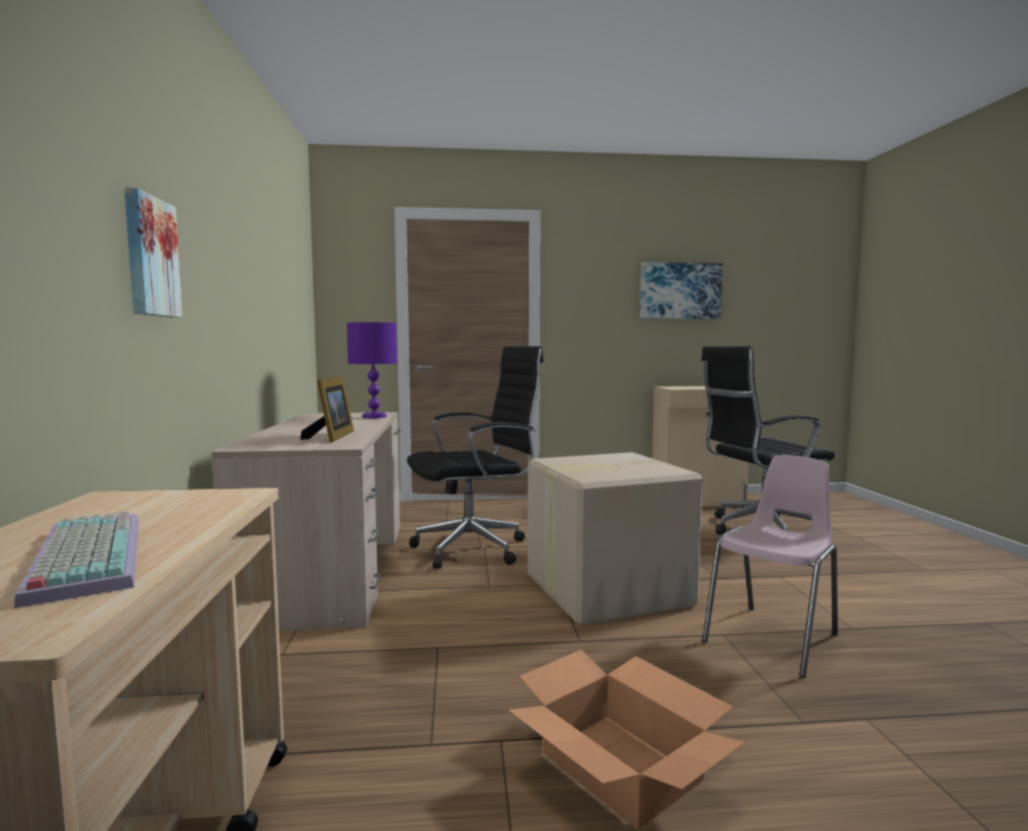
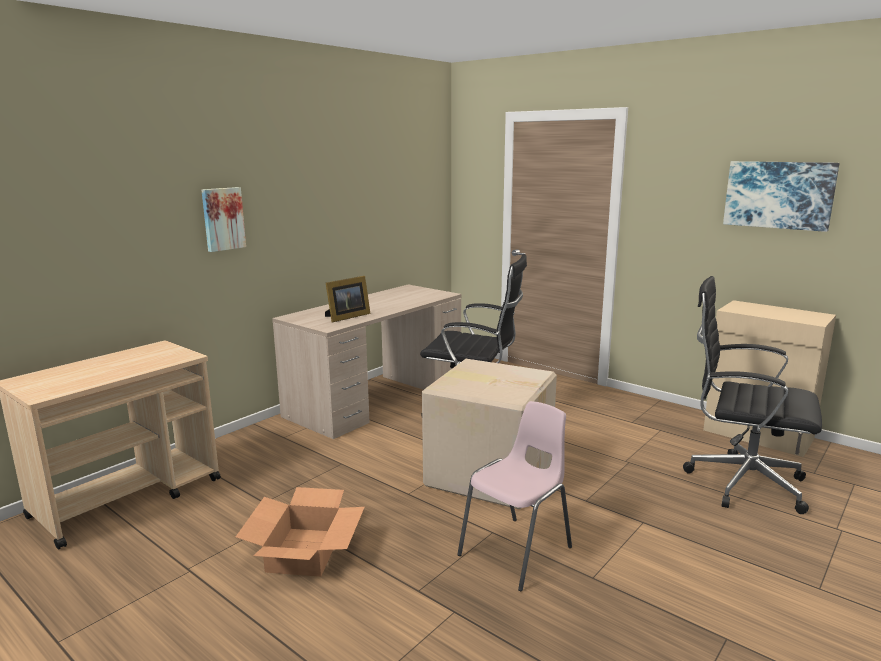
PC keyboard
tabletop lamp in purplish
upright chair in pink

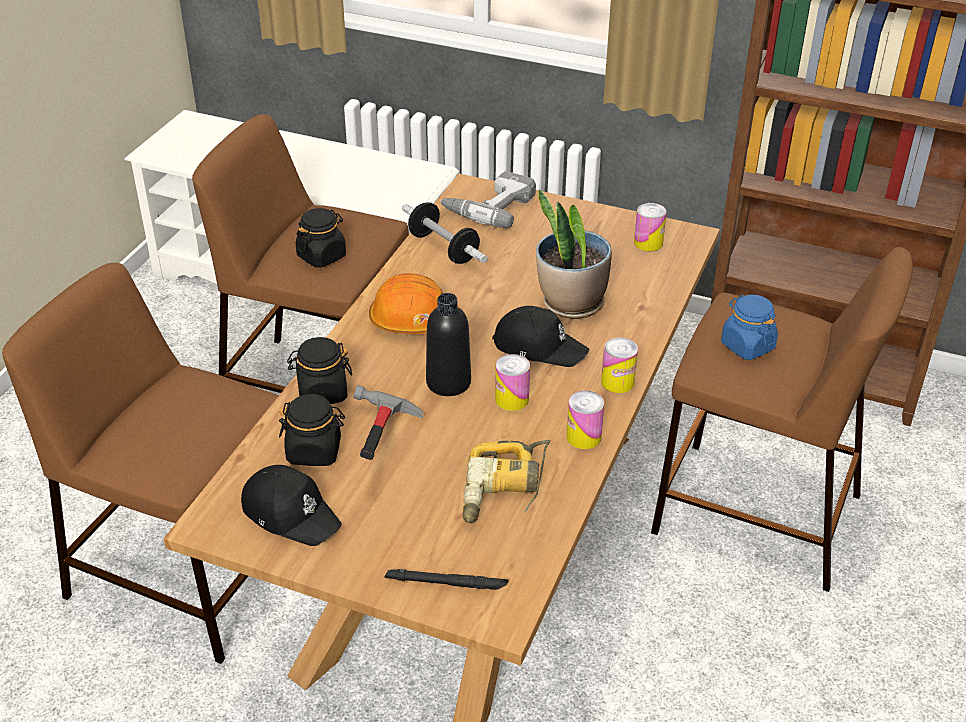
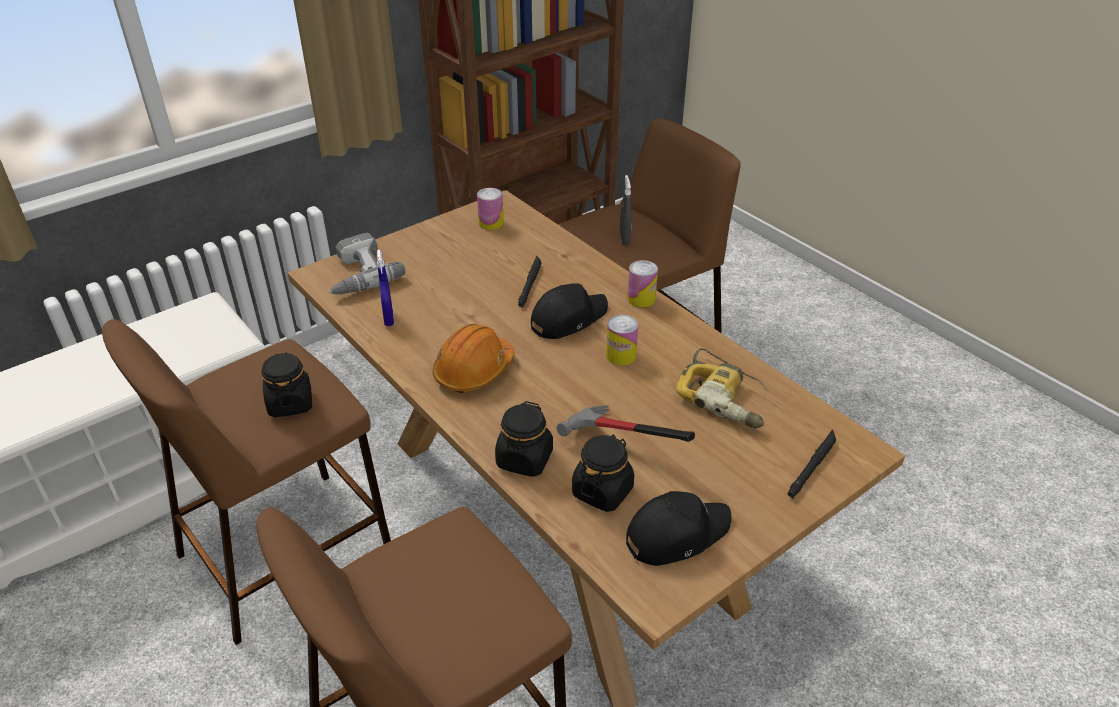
drink bottle in blackish
sealed can (2nd from left in the first image)
sprayer in blue-coloured
hand torch in blackish (1st from left)
sprayer in gray

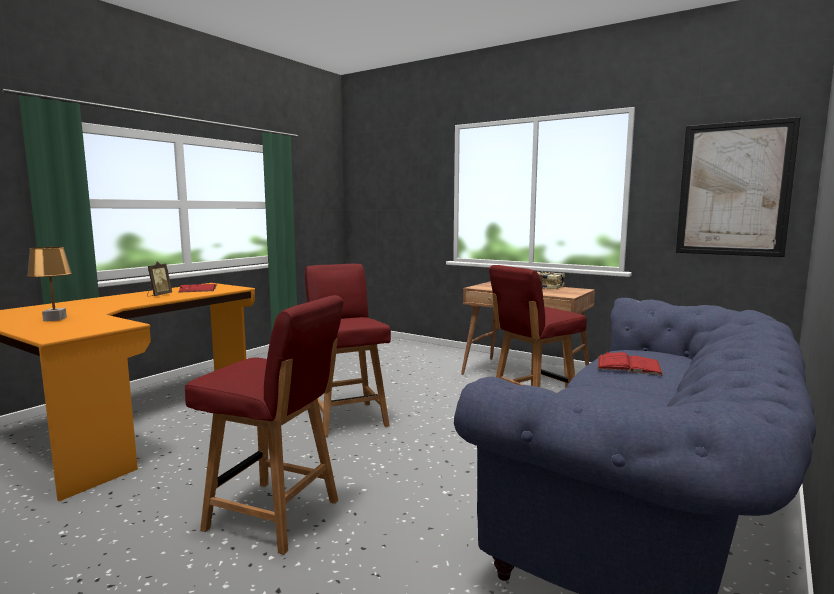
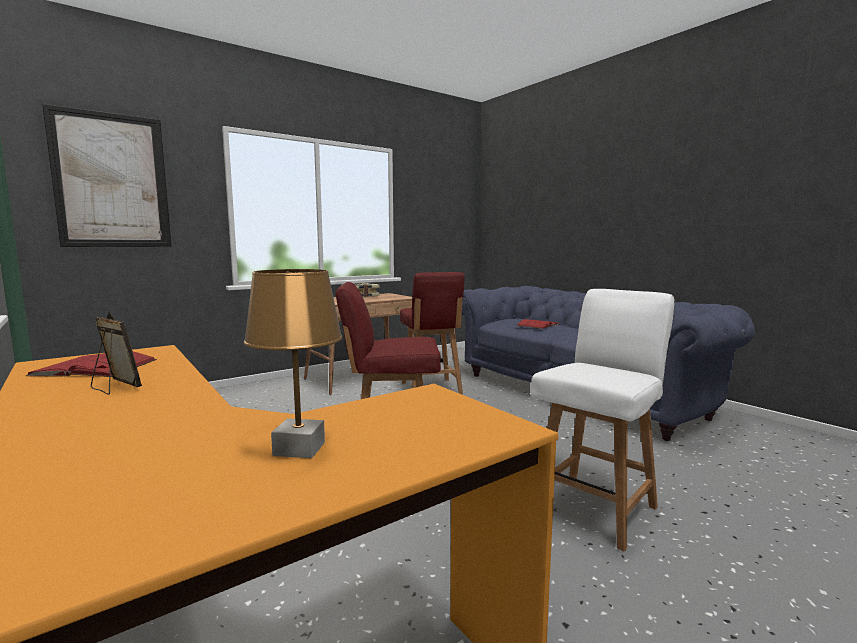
picture
upright chair in white

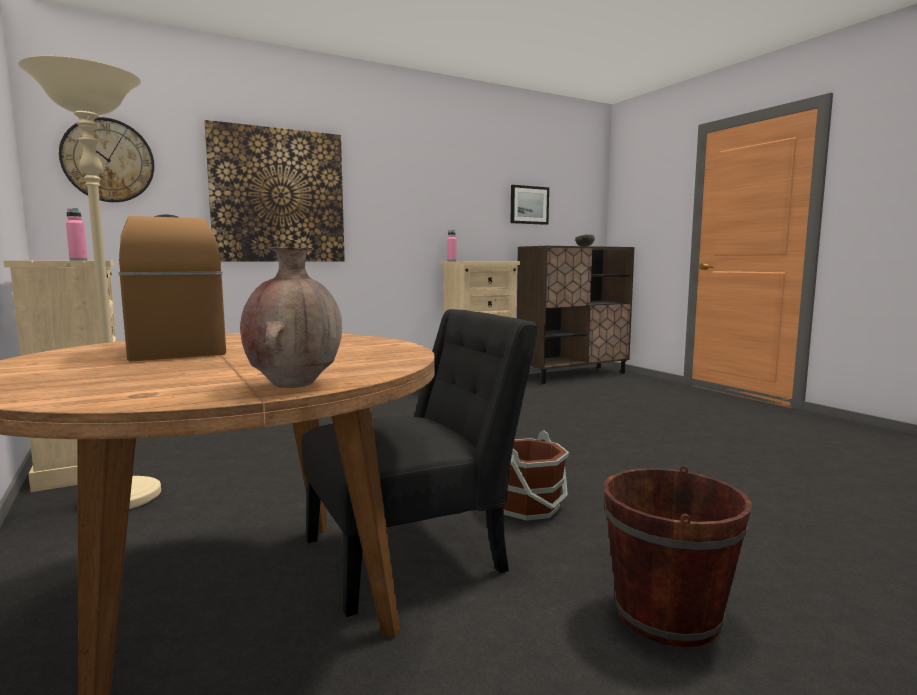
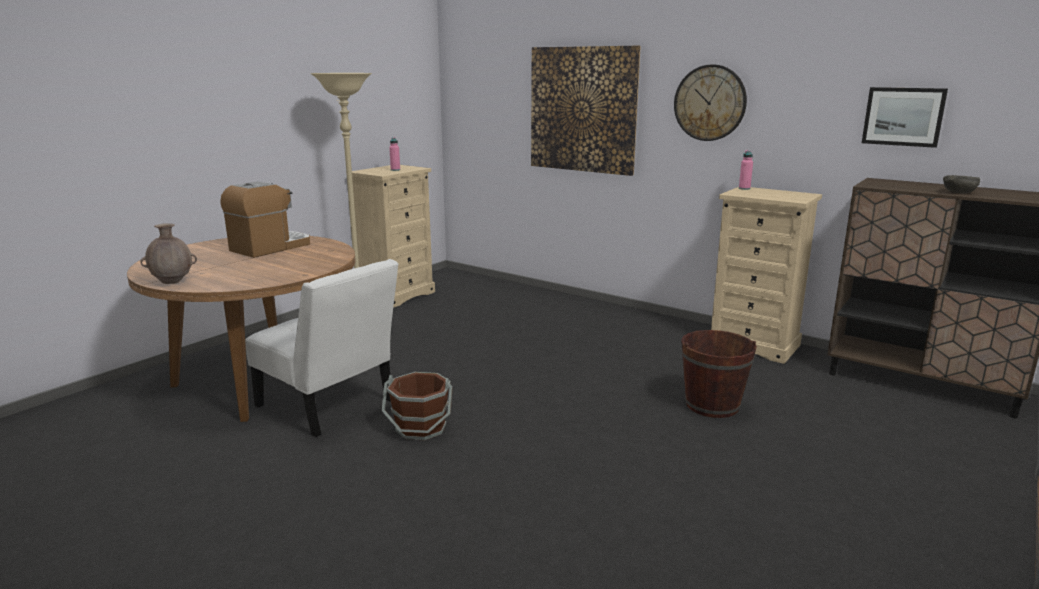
hanging clock
water bucket in brownish (2nd from left)
upright chair in white

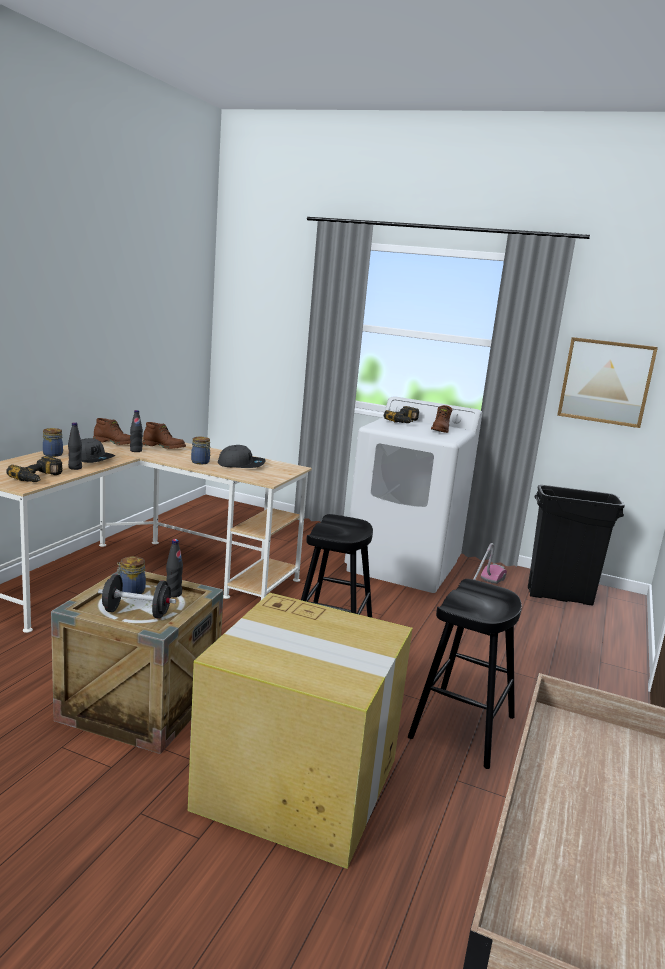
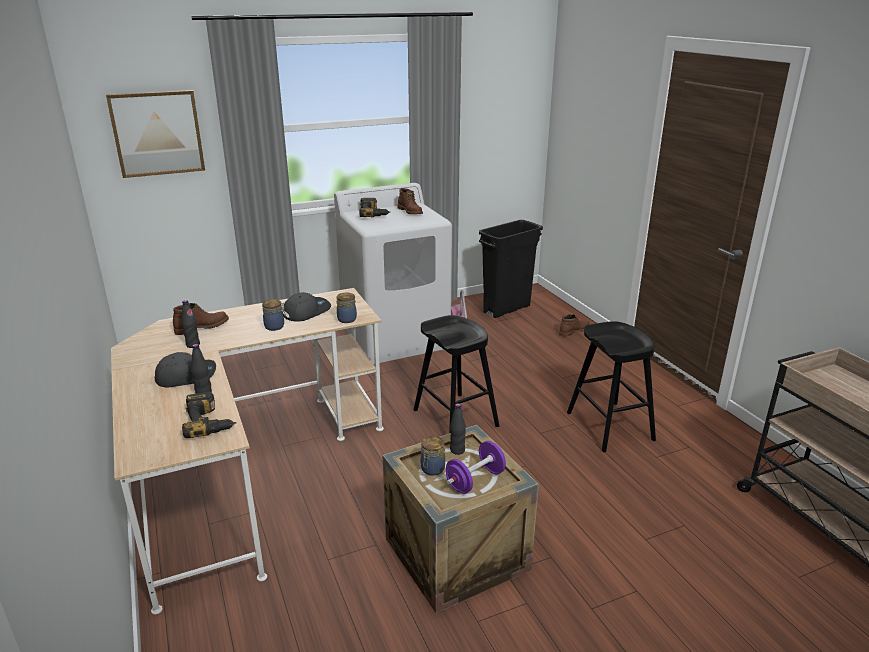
carton
jar (2nd from left)
high-top boot in brownish (3rd from left)
picture
free weight in purplish

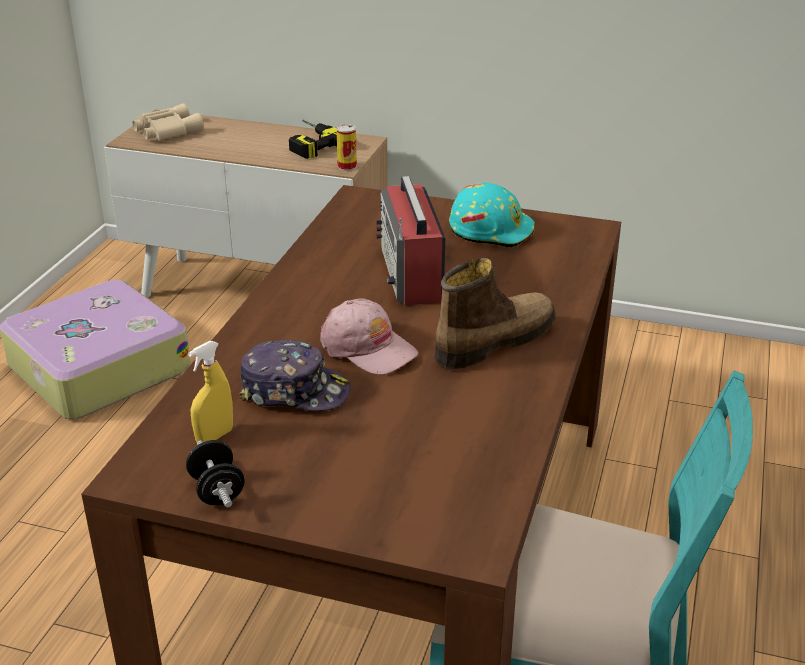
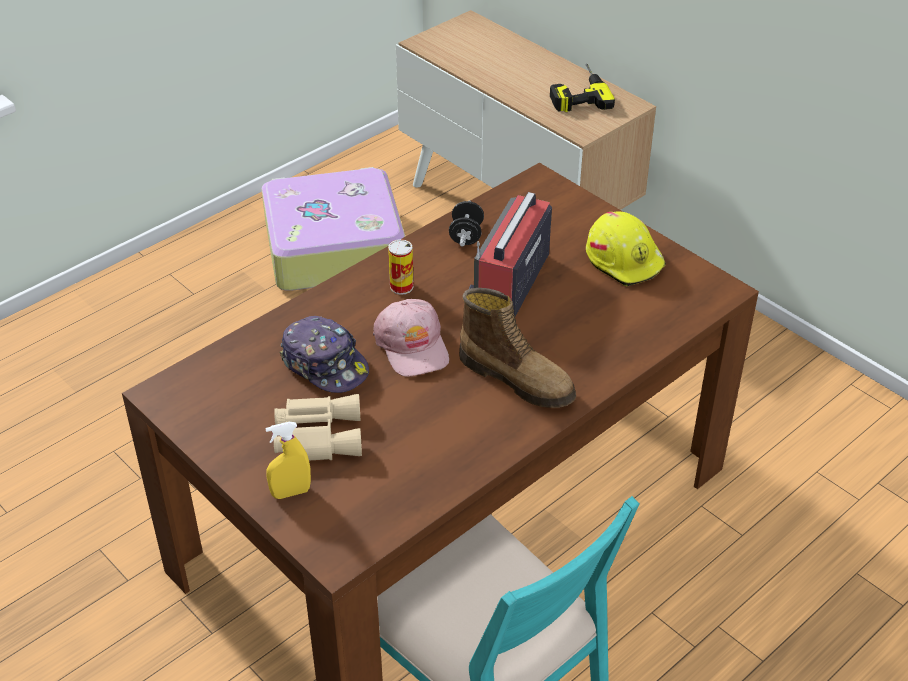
binoculars in sand-coloured
free weight in blackish
sprayer in yellowish
sealed can
hard hat in yellowish
high-top boot

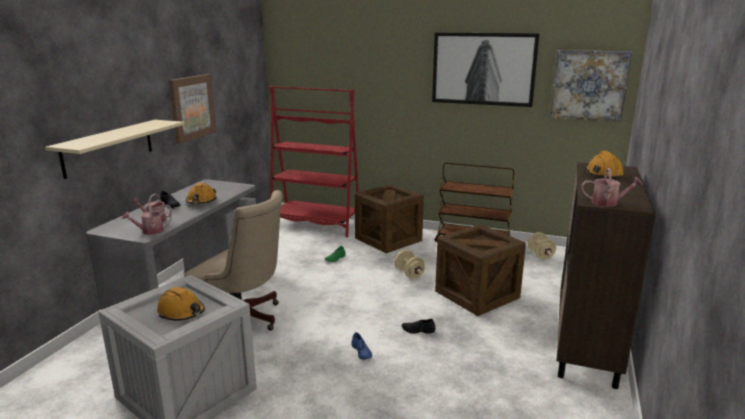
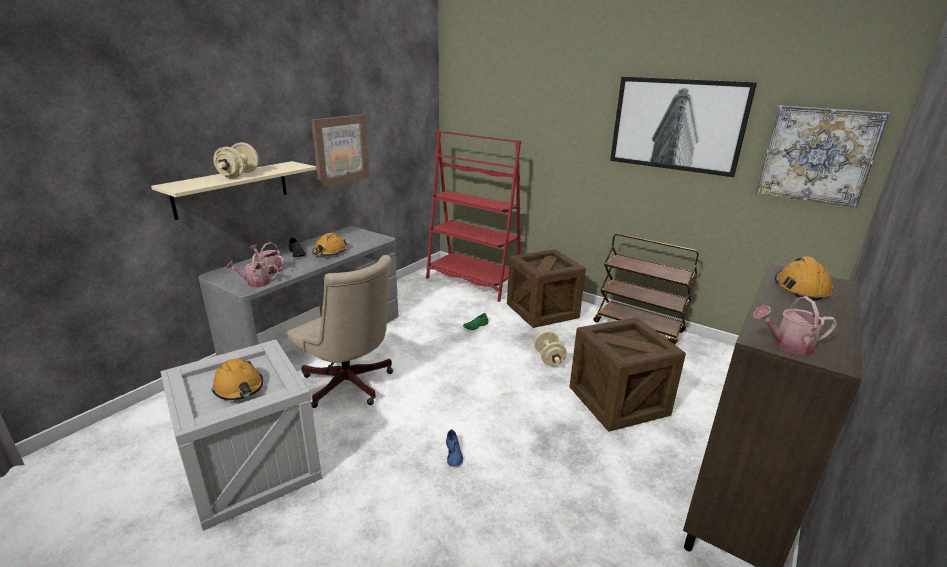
low shoe in blackish (2nd from left in the first image)
free weight in sand-coloured (1st from left)
watering pot (3rd from left)

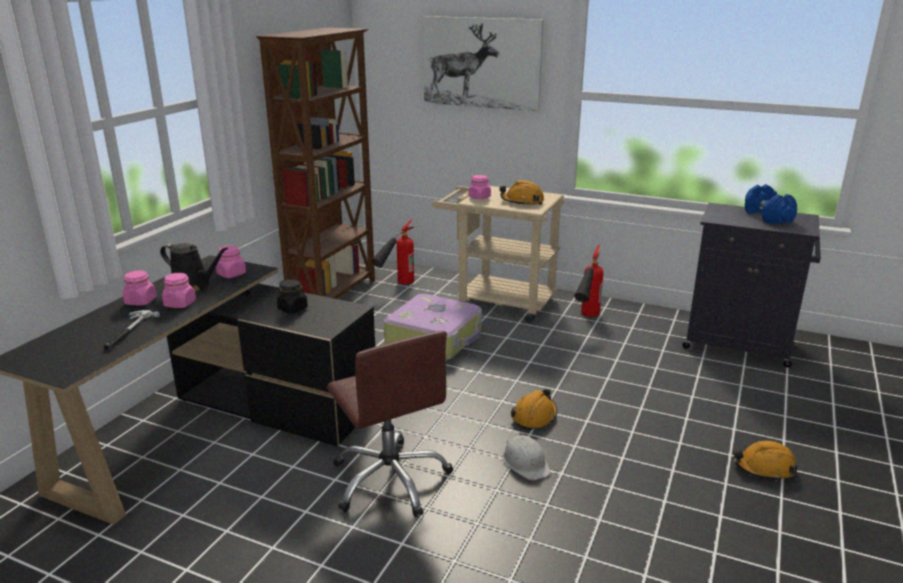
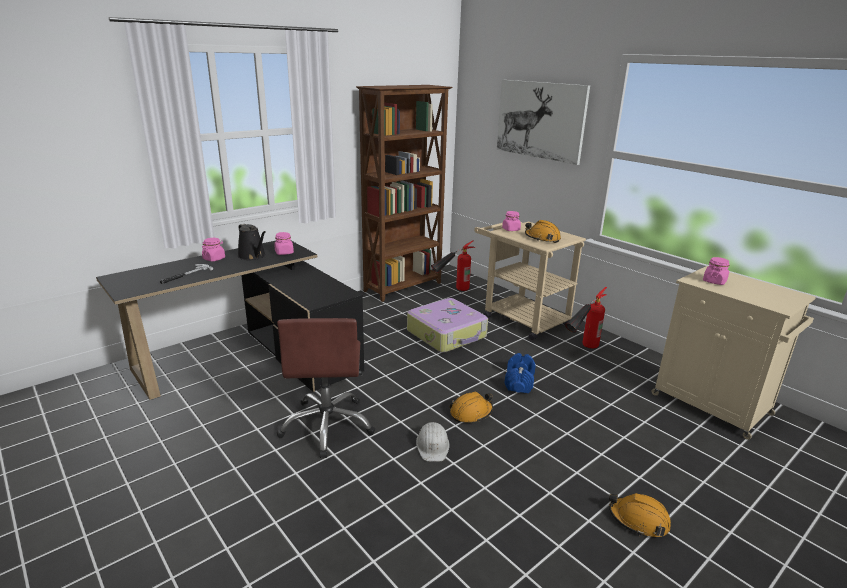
jar in blackish
jar in pink (4th from left)
free weight in blue-coloured
cupboard in sand-coloured

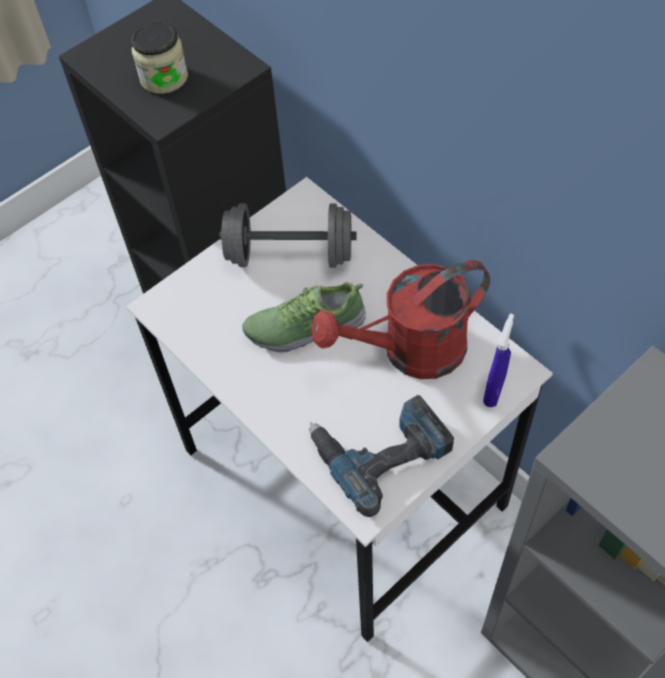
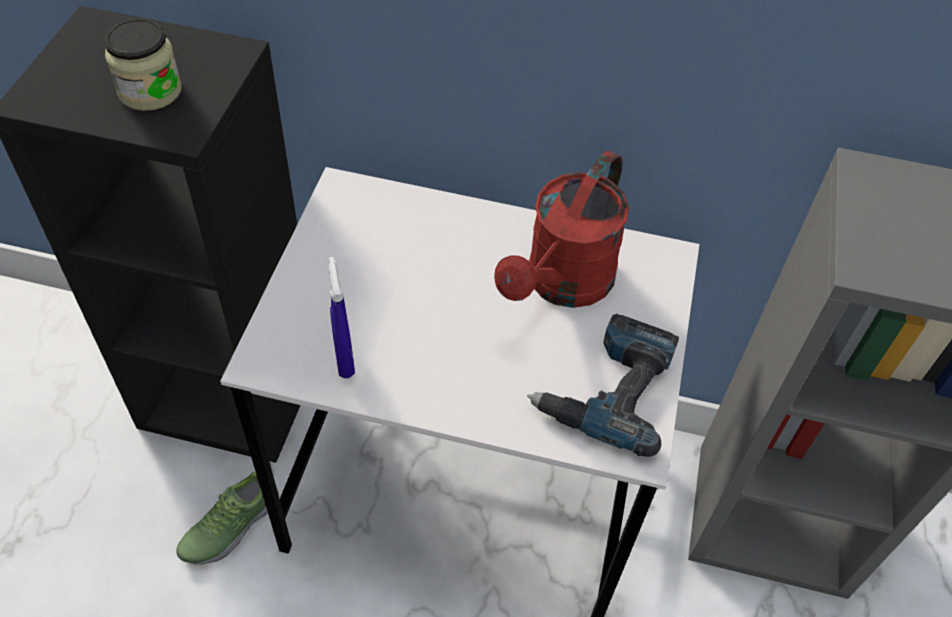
free weight in gray
low shoe
sprayer in blue-coloured

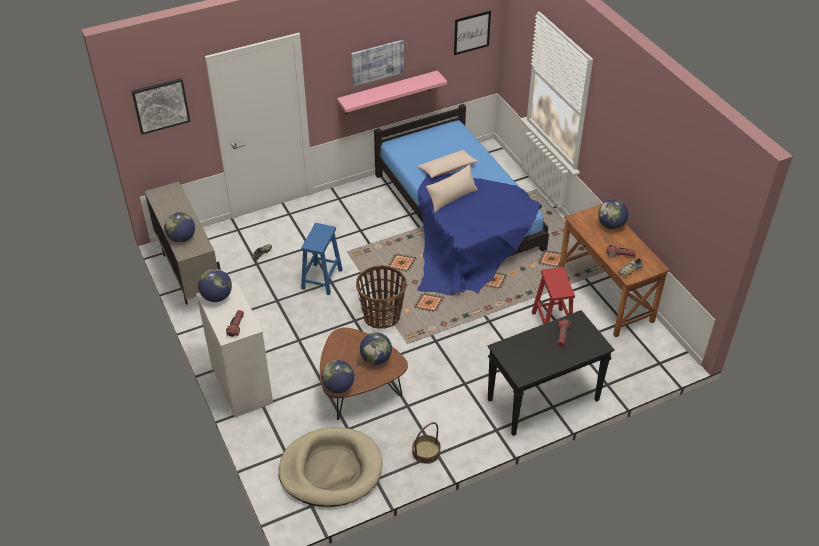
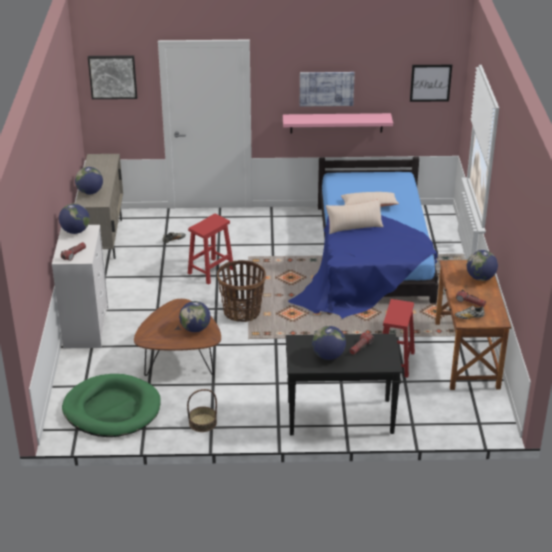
world globe (4th from left)
pet bed in green-coloured
stool in reddish (1st from left)

